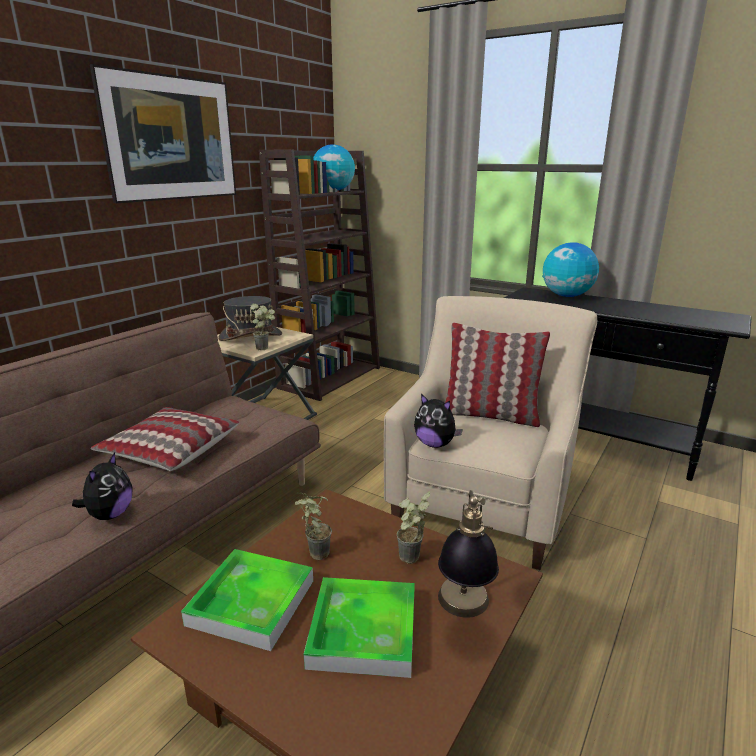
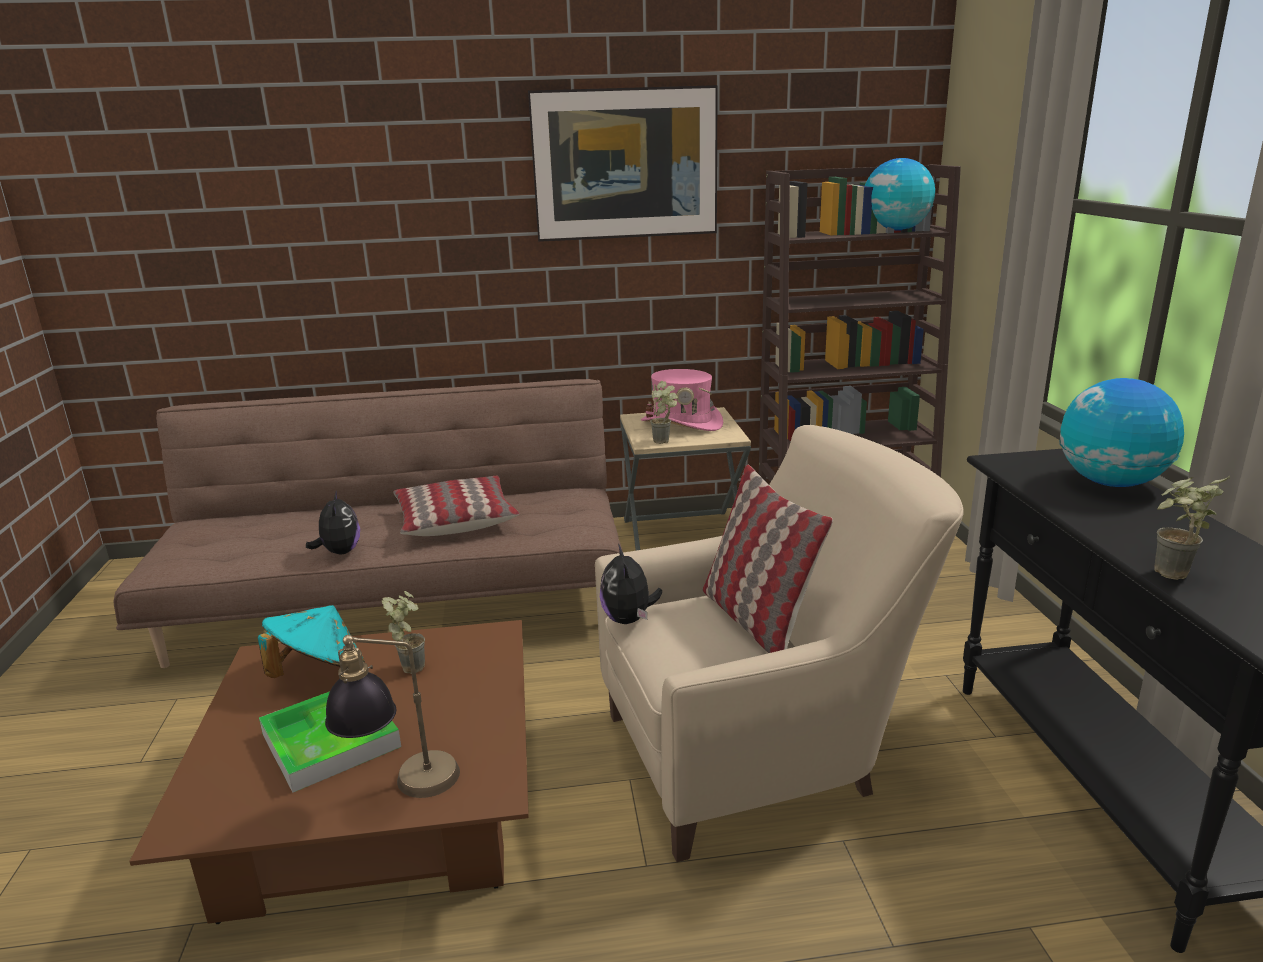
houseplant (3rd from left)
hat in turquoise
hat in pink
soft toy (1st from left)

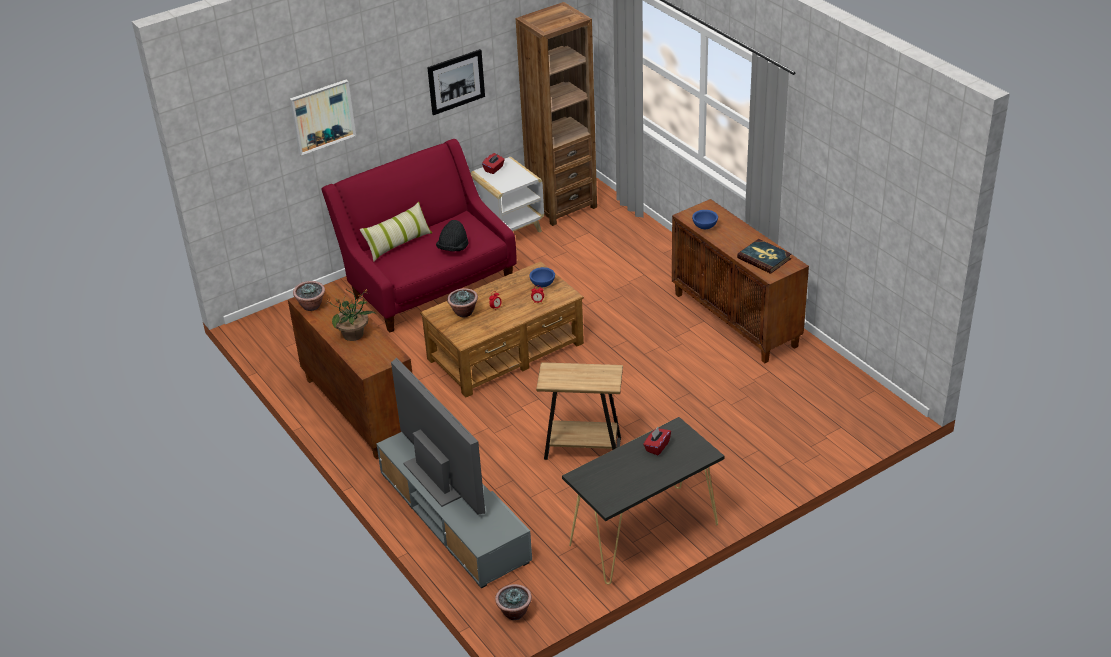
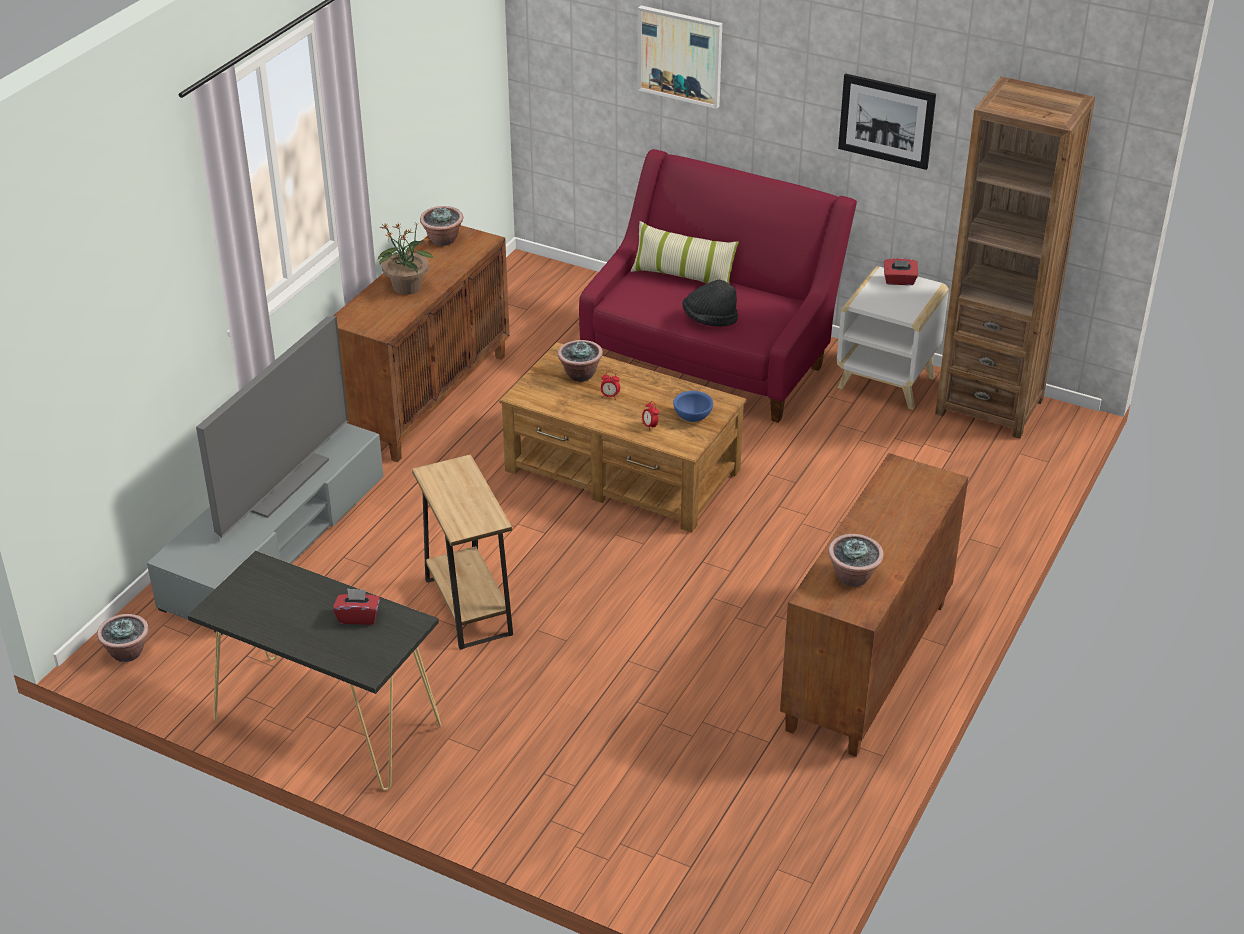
serving bowl in blue-coloured (2nd from left in the first image)
houseplant (5th from left)

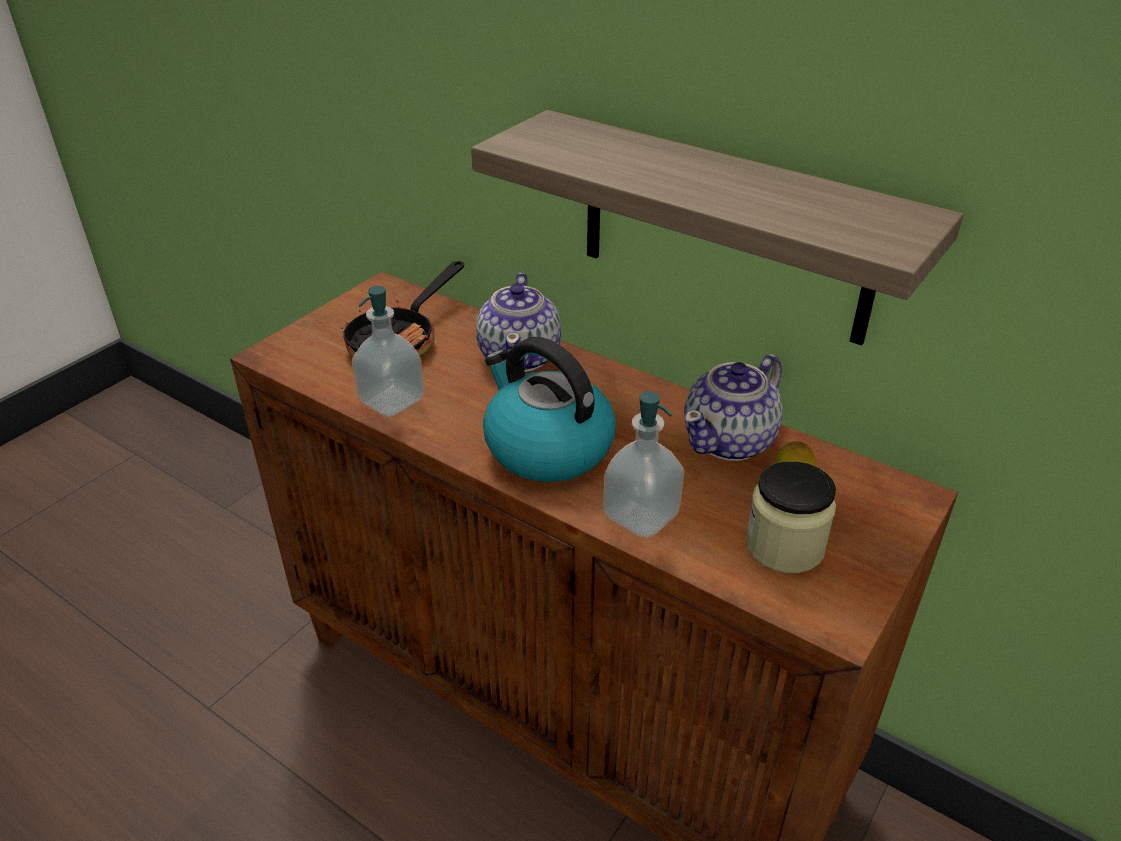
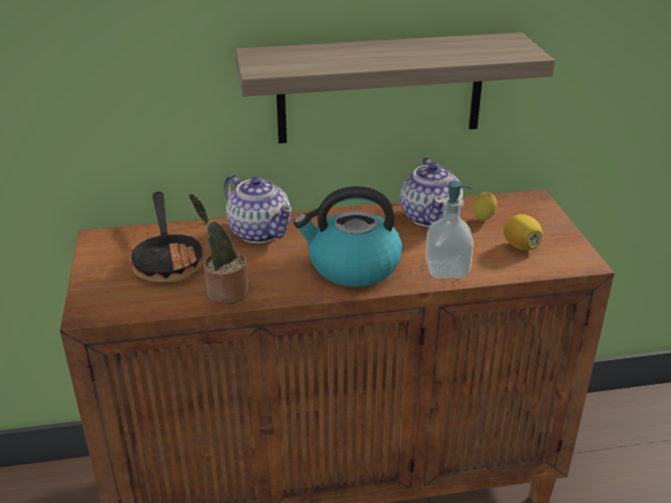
houseplant
lemon (2nd from left)

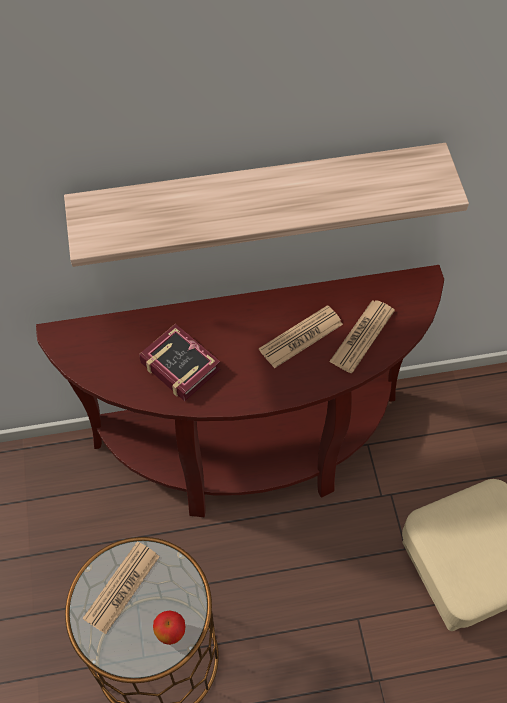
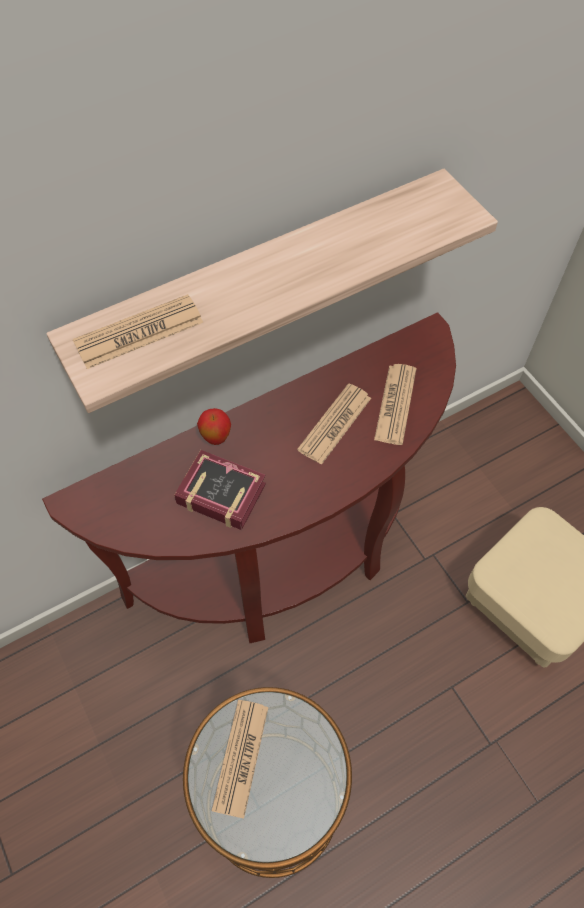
printed paper (1st from left)
apple fruit

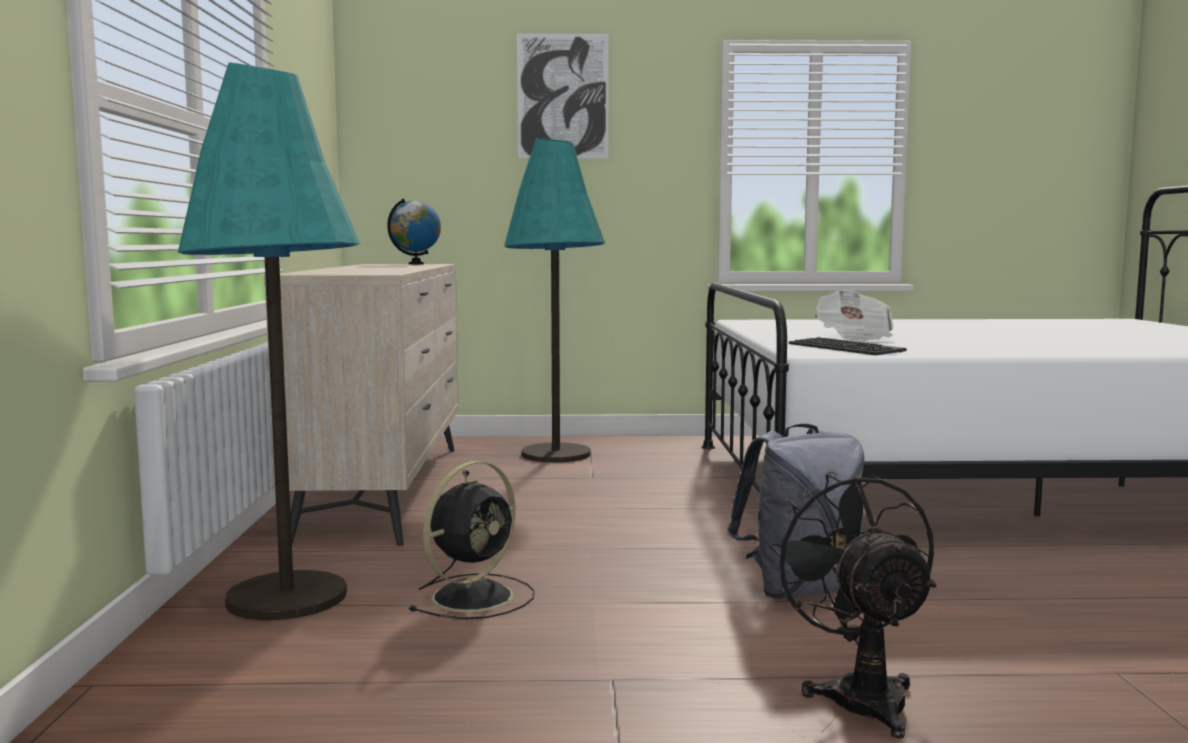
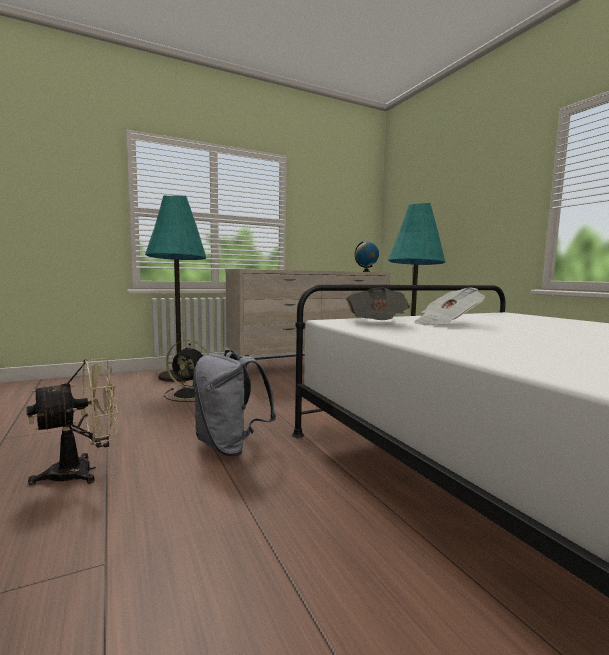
picture
printed paper (1st from left)
cooling fan in sand-coloured

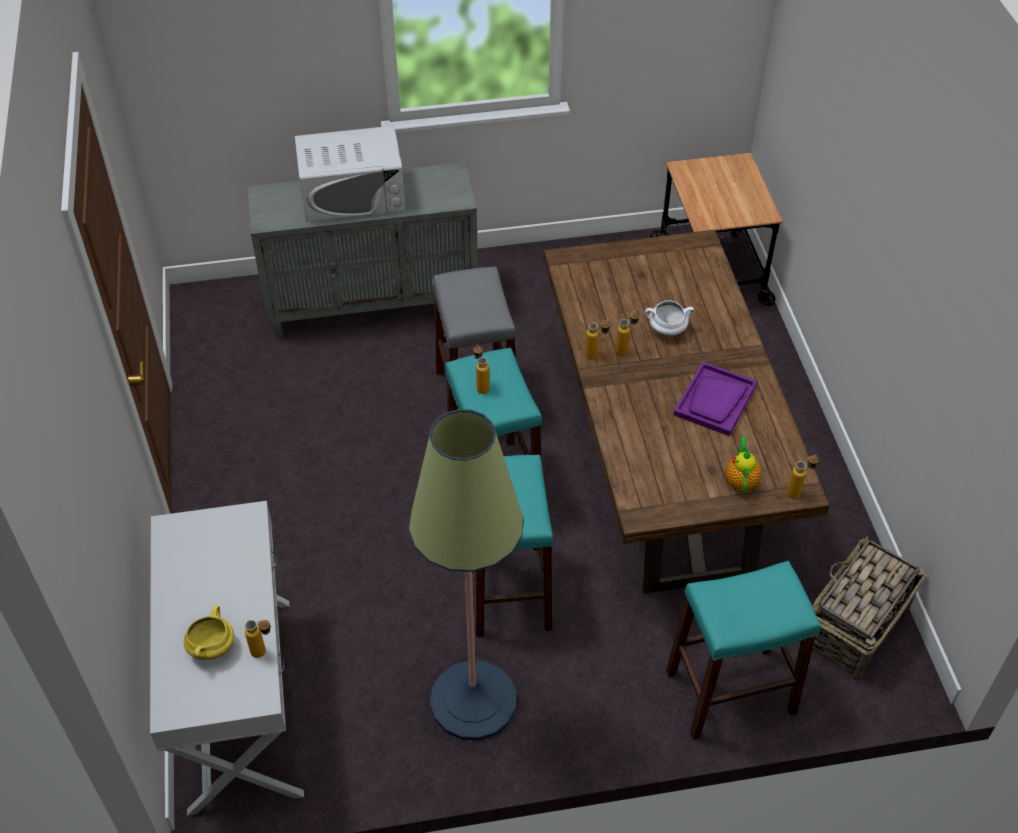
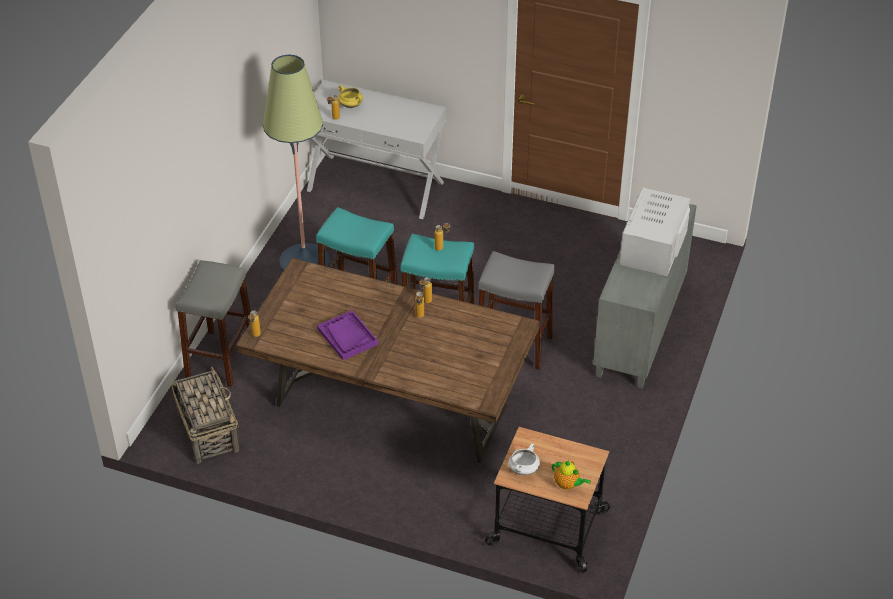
cooking pot in white
teapot
stool in gray (1st from left)

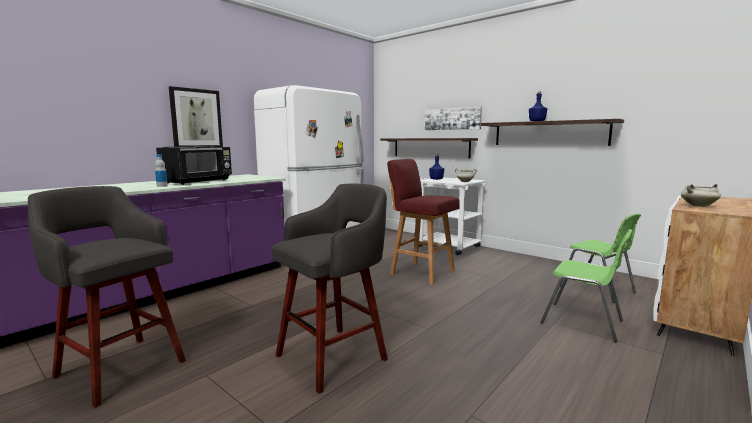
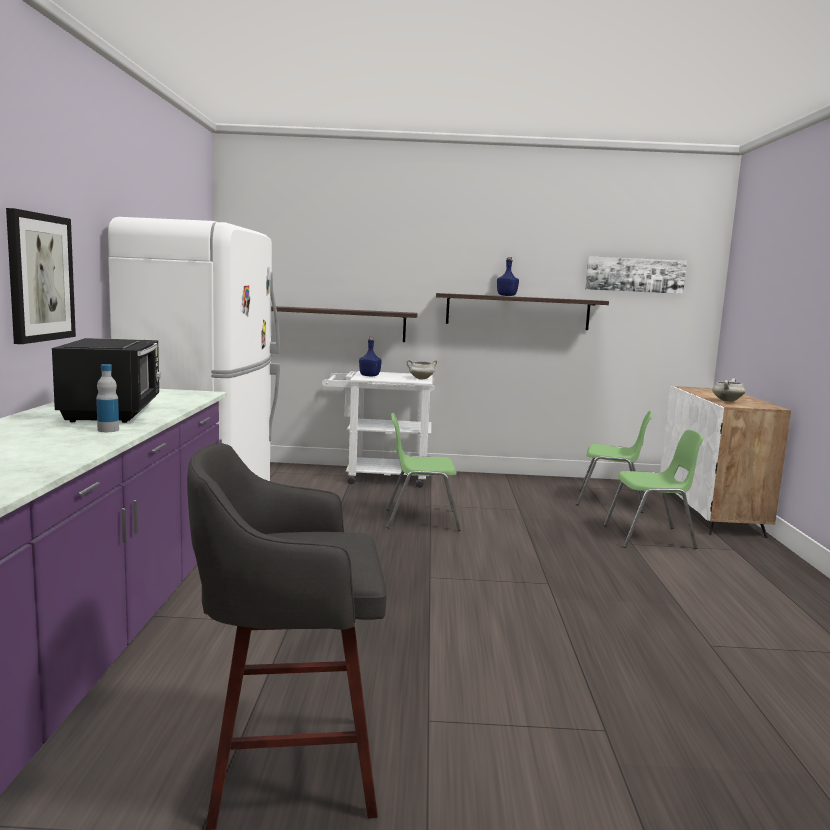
stool in gray (2nd from left in the first image)
picture (2nd from left)
upright chair in green-coloured (1st from left)

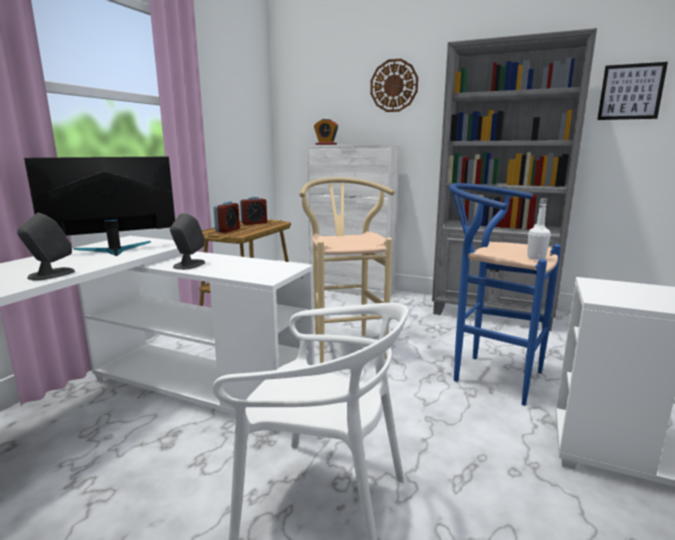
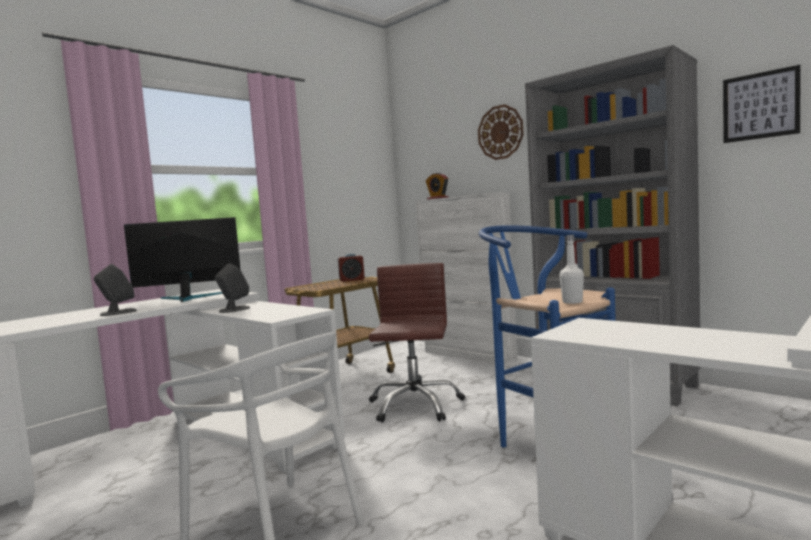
alarm clock (1st from left in the first image)
office chair in brownish

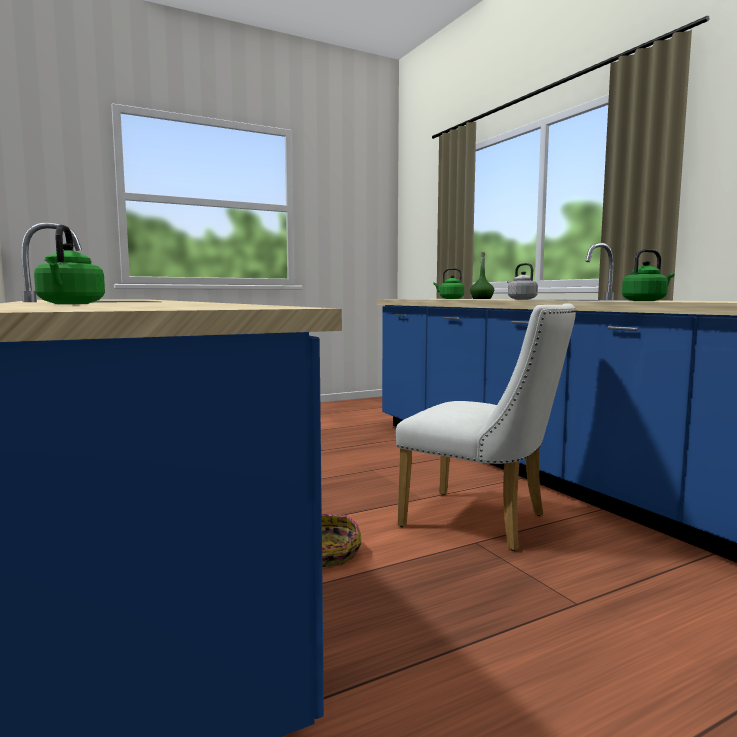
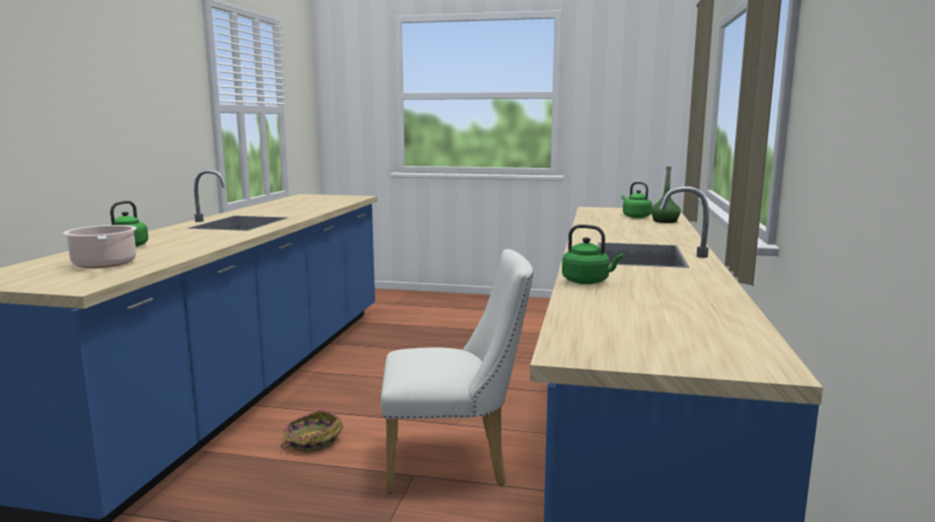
kettle in gray
cooking pot
upright chair in white

